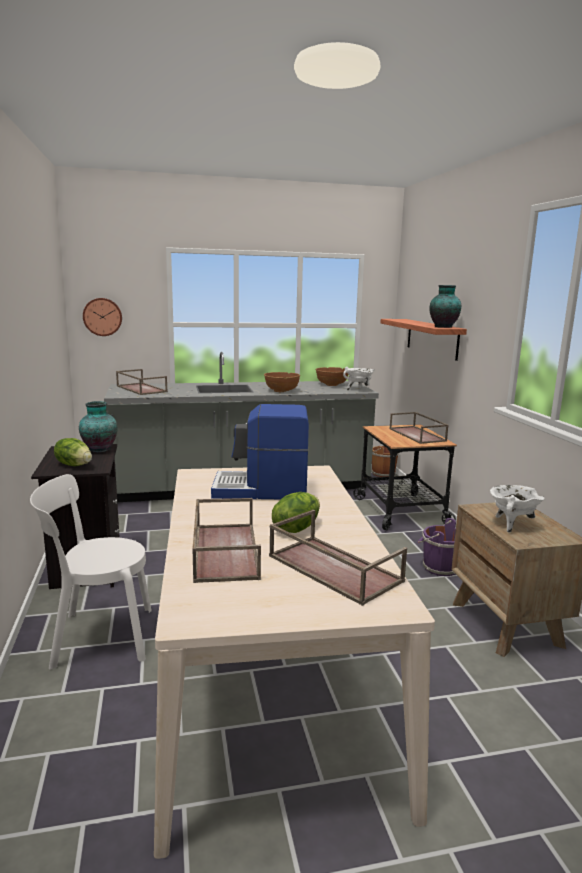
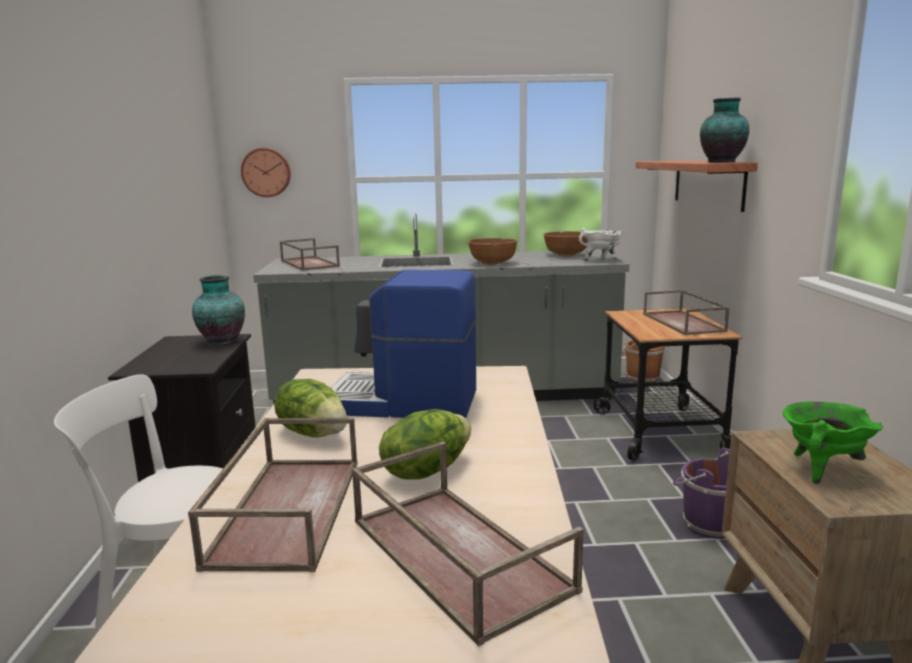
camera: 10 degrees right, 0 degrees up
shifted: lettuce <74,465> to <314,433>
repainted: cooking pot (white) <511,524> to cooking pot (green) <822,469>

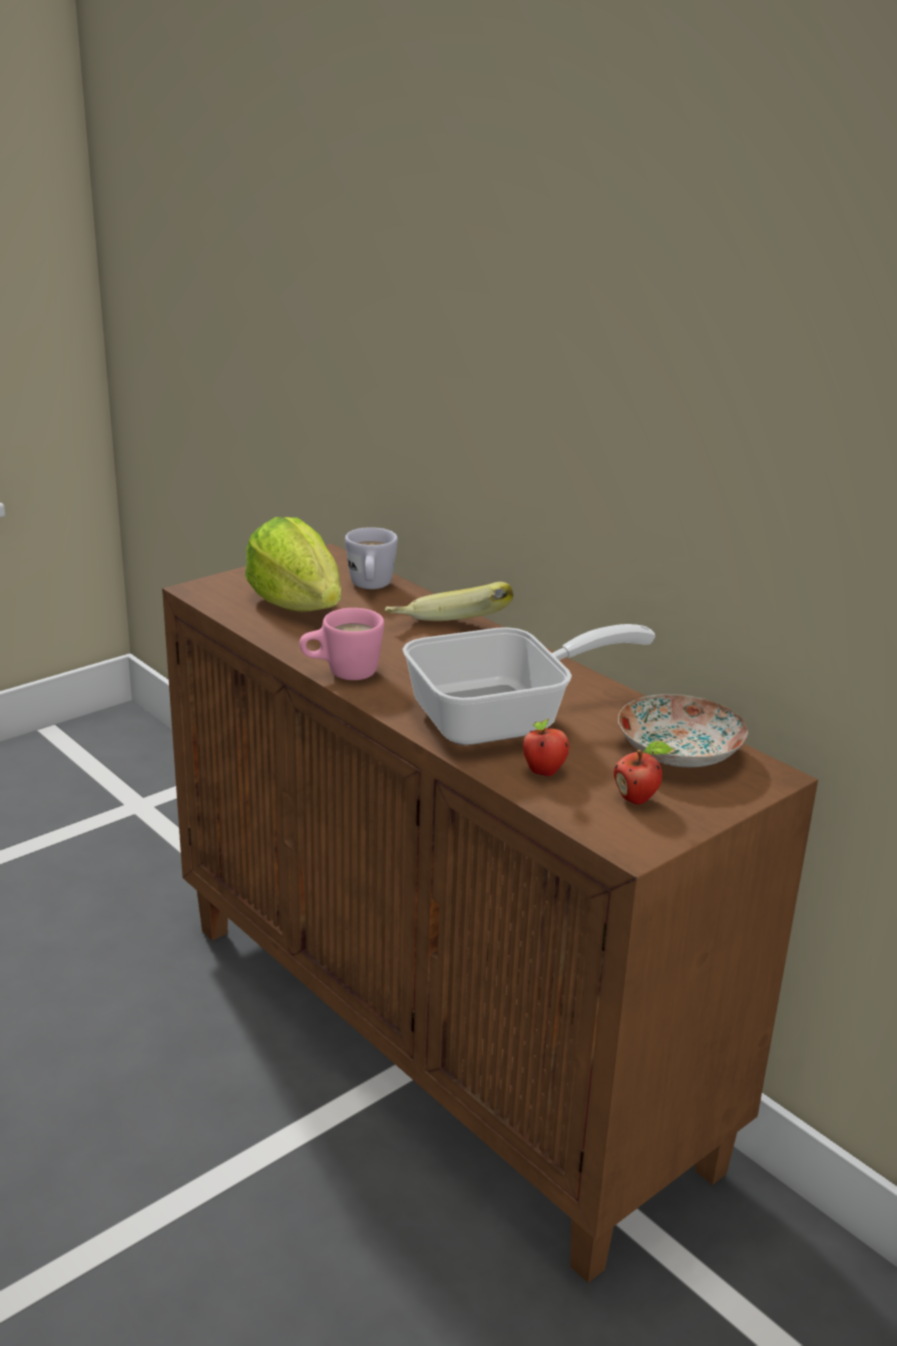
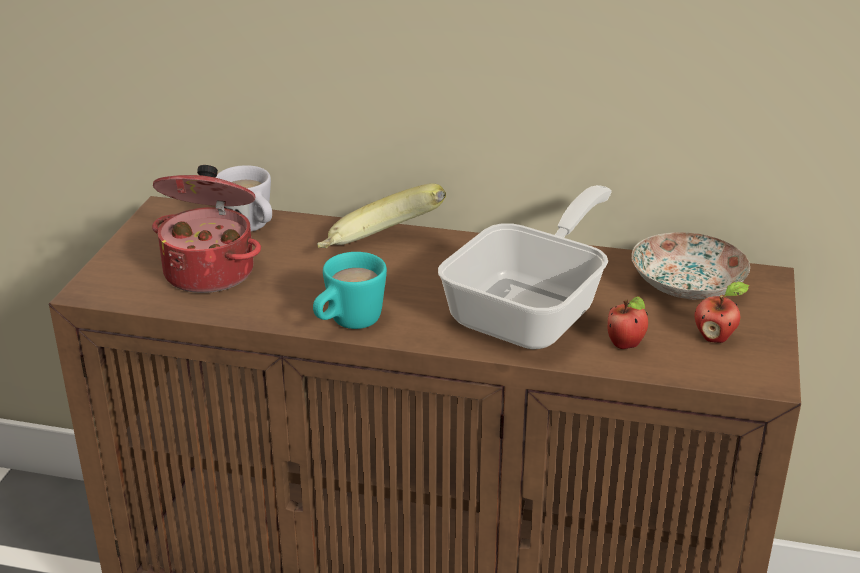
camera: 35 degrees left, 5 degrees up
swapped: lettuce <297,605> to cooking pot <211,271>
repainted: mug (pink) <342,673> to mug (turquoise) <348,324>

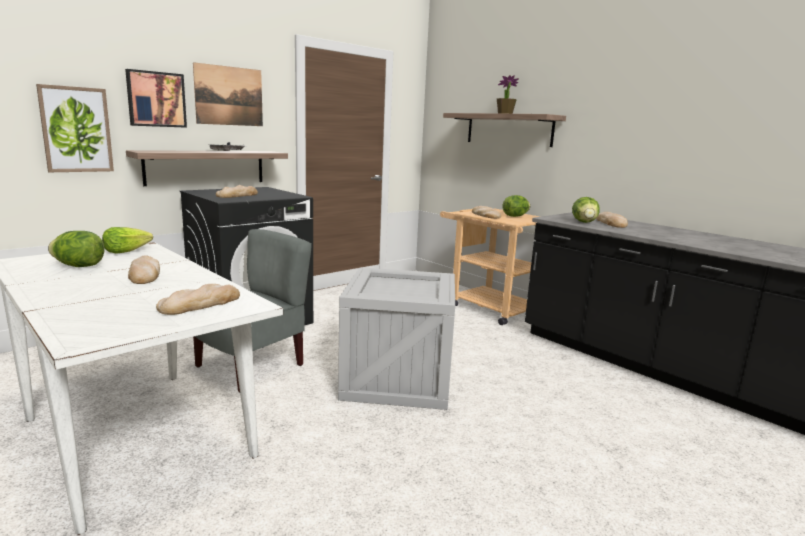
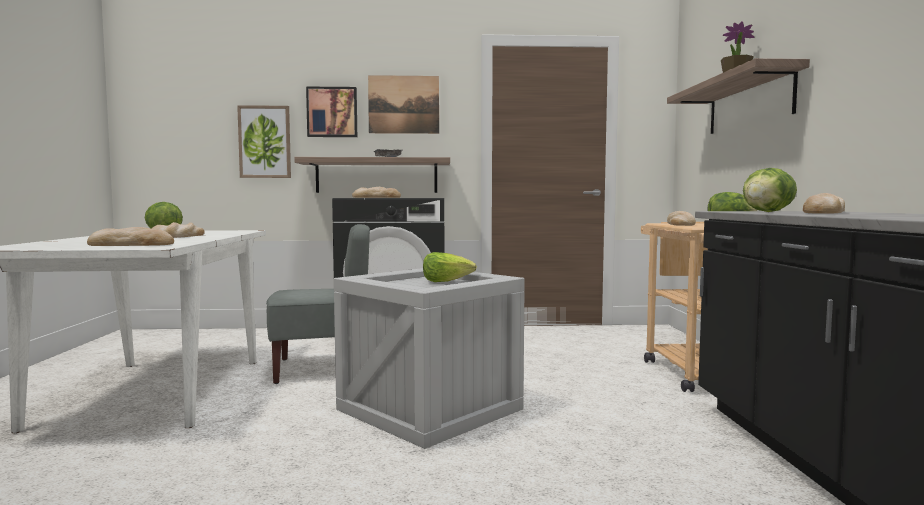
camera: 40 degrees right, 10 degrees down
shifted: lettuce <126,251> to <446,281>

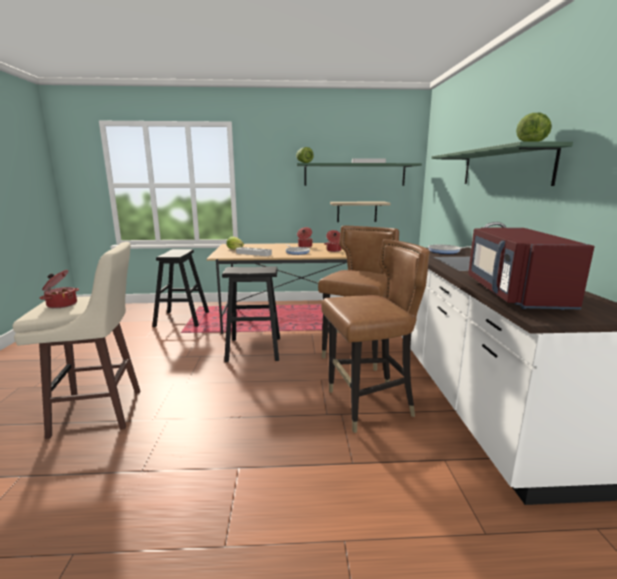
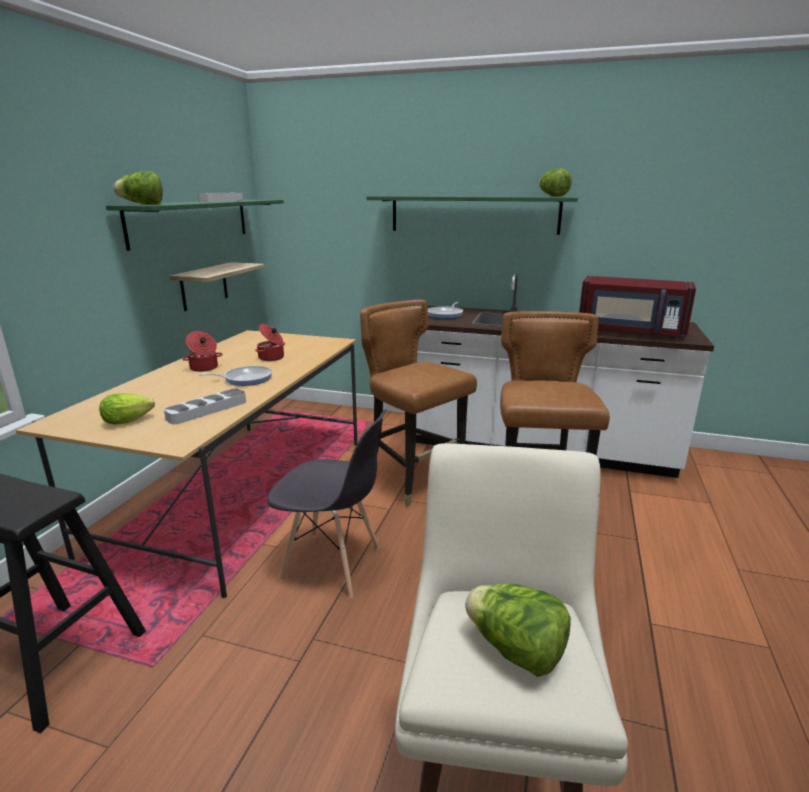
camera: 70 degrees left, 5 degrees up
swapped: stool (black) <253,349> to chair (grey) <332,564>; cooking pot <61,304> to lettuce <515,651>

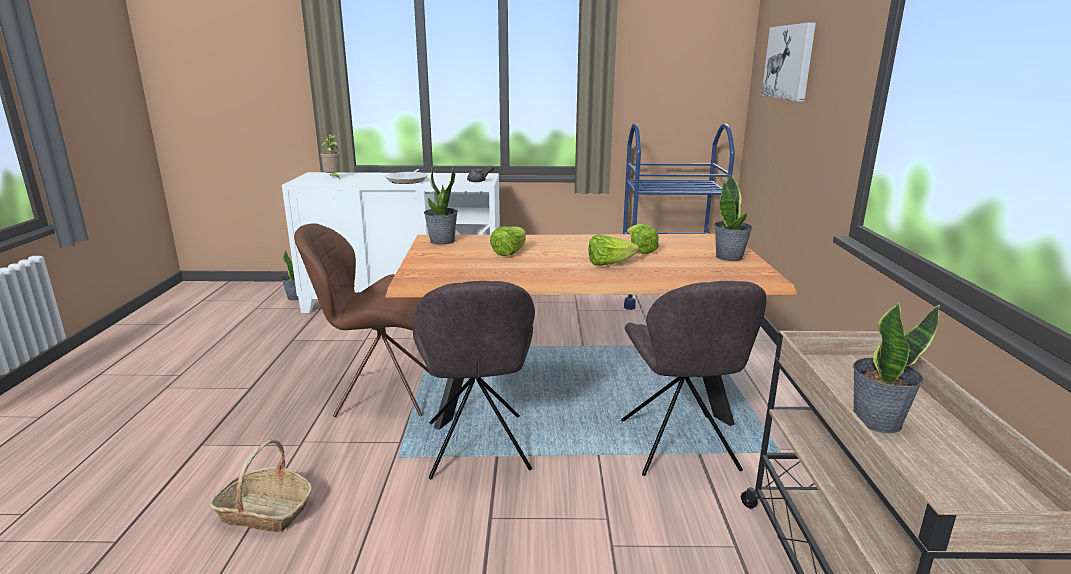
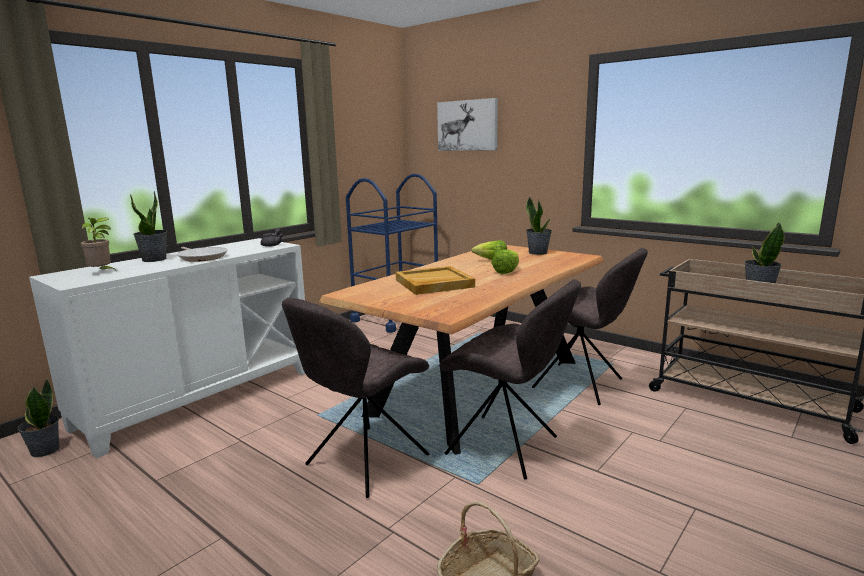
camera: 50 degrees left, 5 degrees down
shifted: potted plant <442,241> to <154,259>
swapped: lettuce <510,252> to tray (beige) <433,283>
repainted: chair (brown) <382,395> to chair (grey) <364,462>

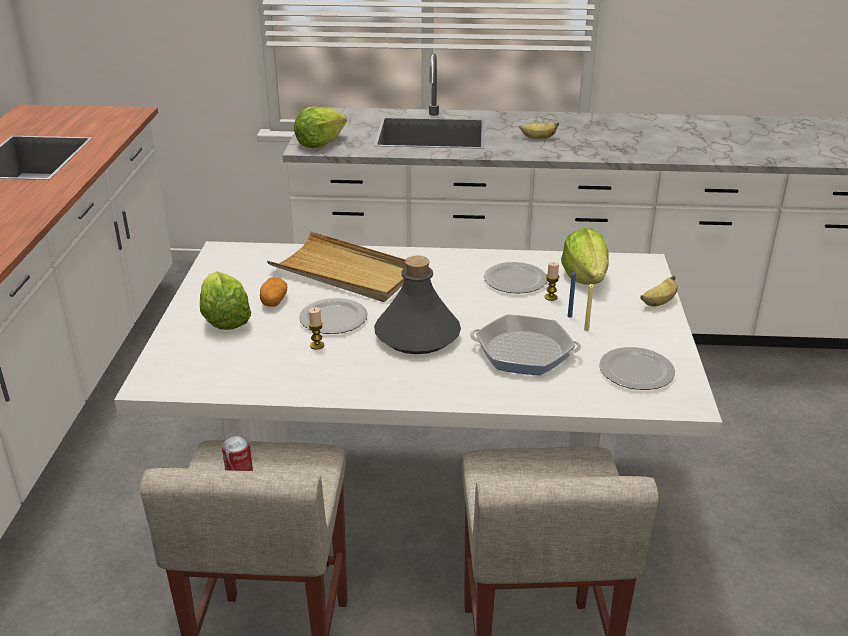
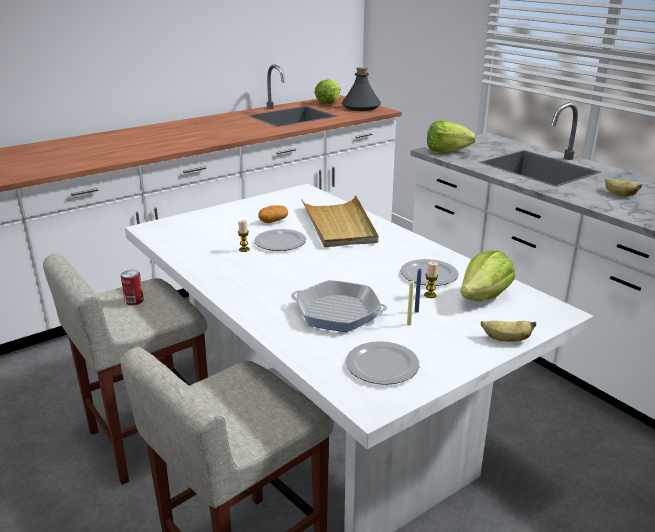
camera: 50 degrees right, 5 degrees down
shifted: bottle (grey) <417,335> to <361,107>; lettuce <224,319> to <328,102>
rotated: frying pan <524,352> = <338,312> 135 degrees clockwise

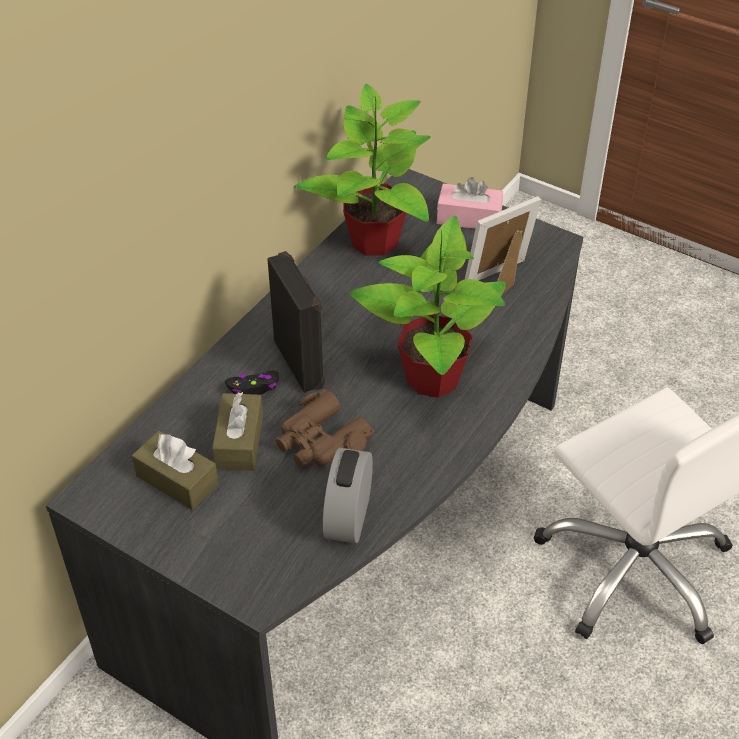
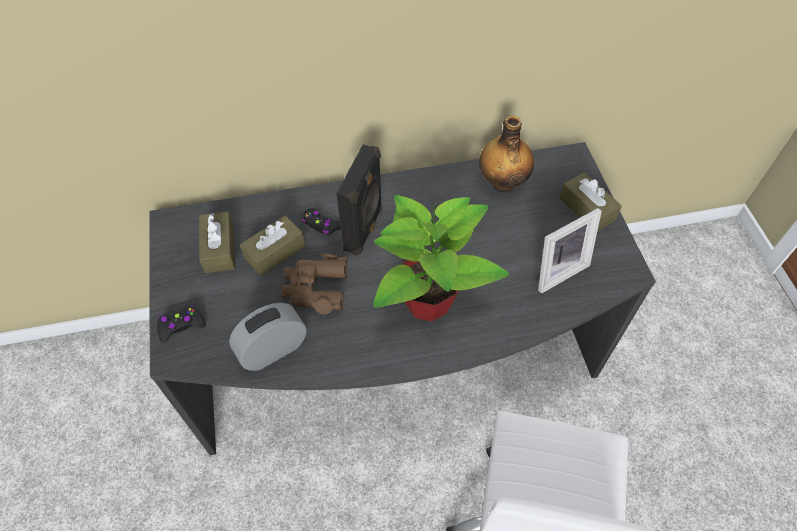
camera: 45 degrees right, 10 degrees up
new: game controller (black) <181,326>
swapped: potted plant <374,242> to bottle <502,182>
repainted: tissue box (pink) <469,217> to tissue box (brown) <587,209>
rotated: picture frame <502,279> = <556,269> 135 degrees clockwise

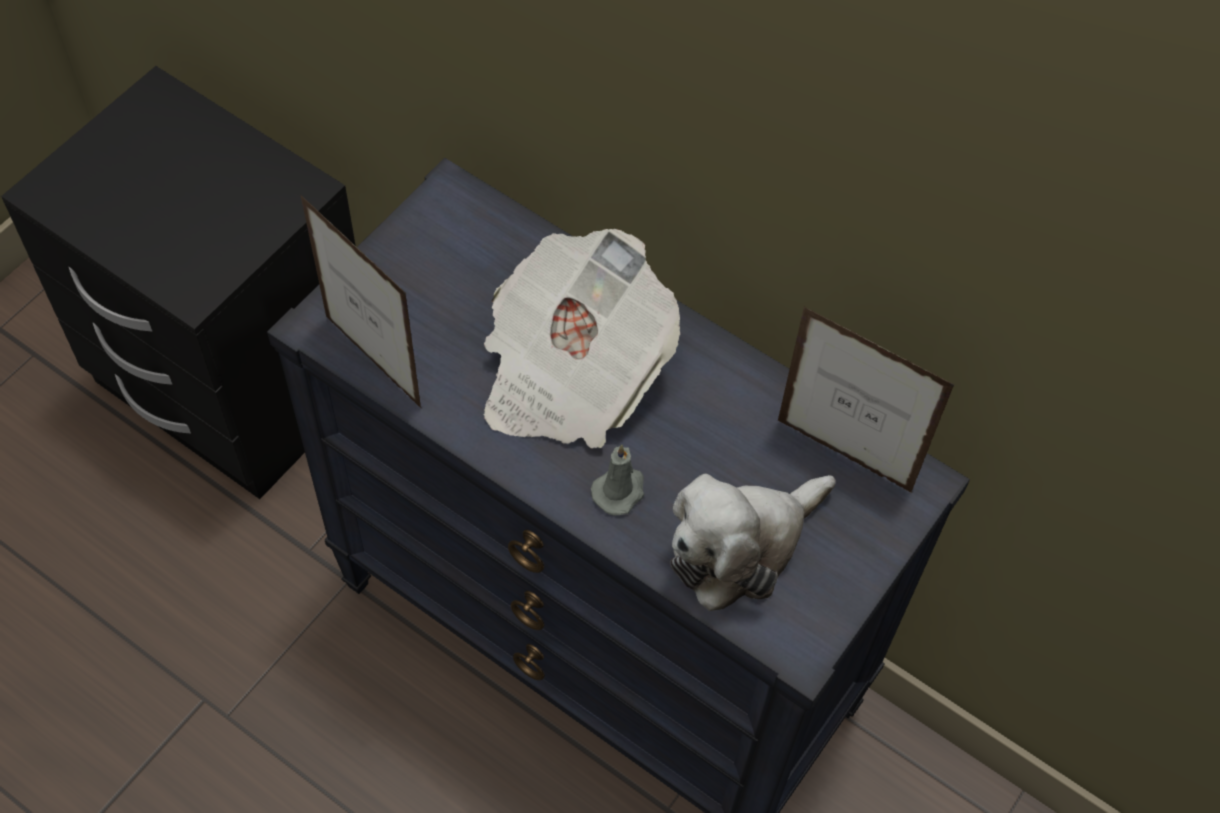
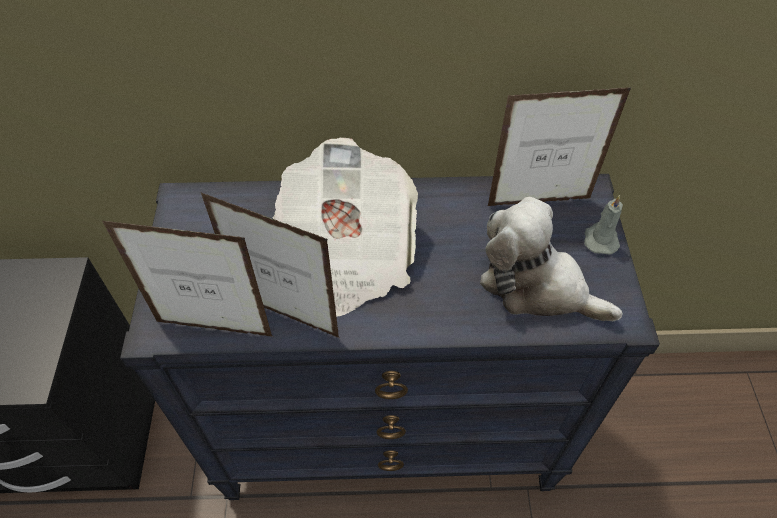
camera: 35 degrees left, 5 degrees down
new: picture frame <286,316>
shifted: candle (grey) <620,490> to <600,239>
rotated: plush toy <741,546> = <536,286> 105 degrees clockwise

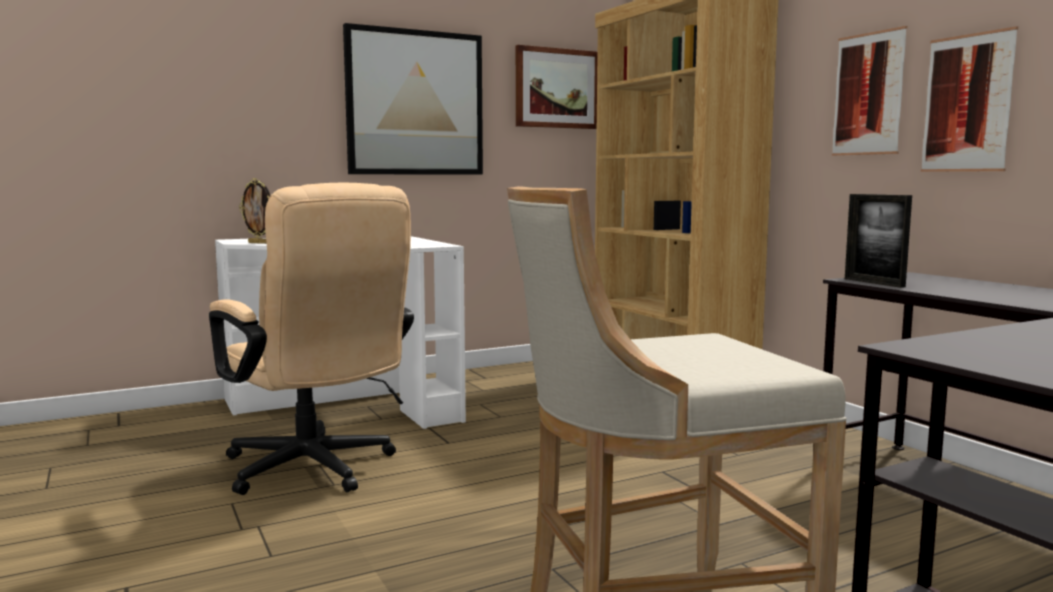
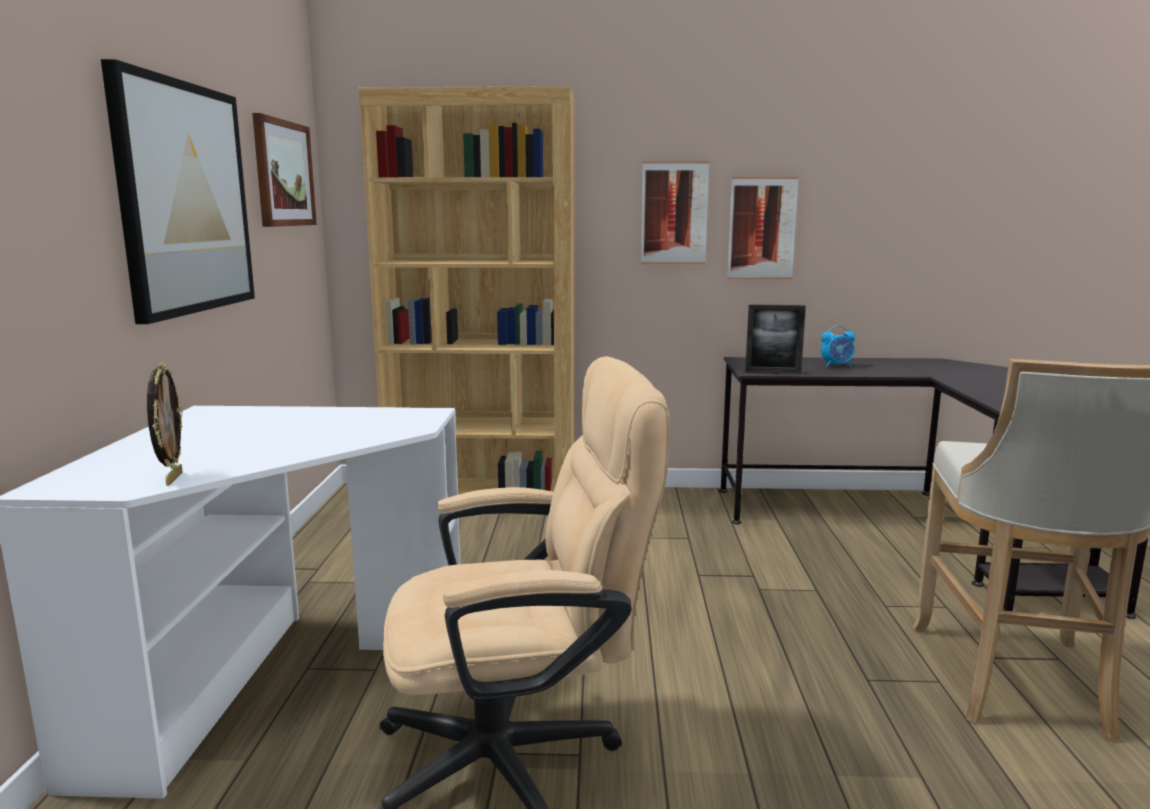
camera: 60 degrees left, 5 degrees up
new: alarm clock <837,366>
rotated: picture frame <259,243> = <172,478> 60 degrees counterclockwise

